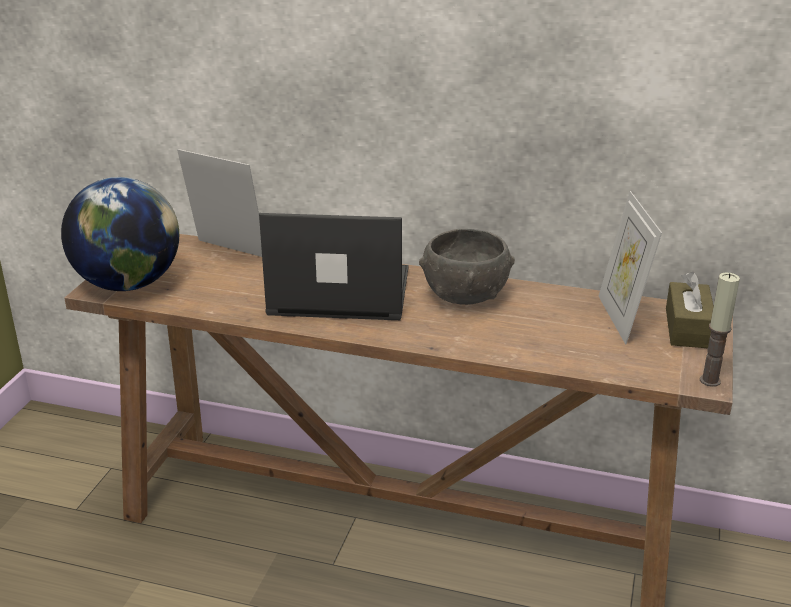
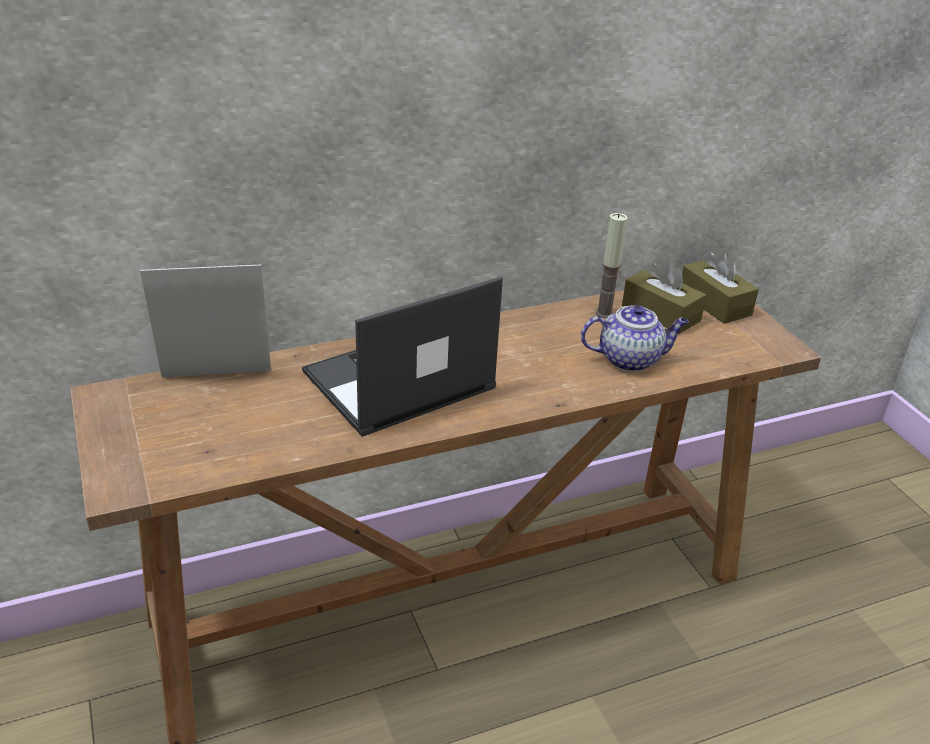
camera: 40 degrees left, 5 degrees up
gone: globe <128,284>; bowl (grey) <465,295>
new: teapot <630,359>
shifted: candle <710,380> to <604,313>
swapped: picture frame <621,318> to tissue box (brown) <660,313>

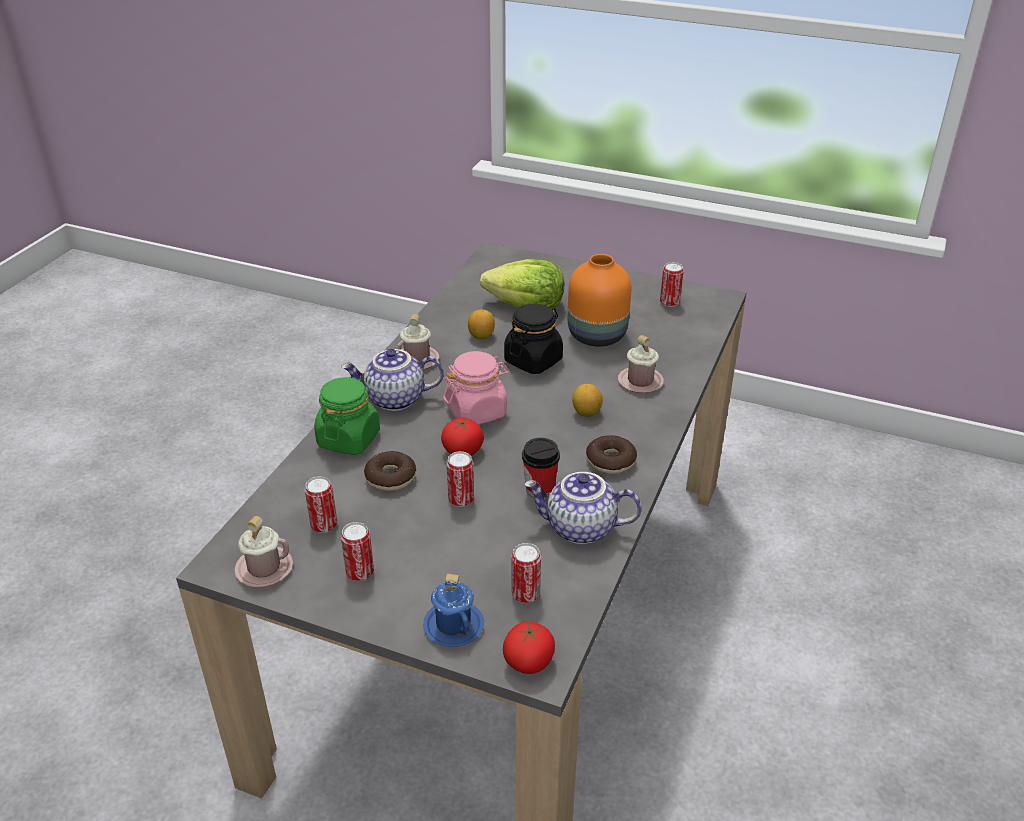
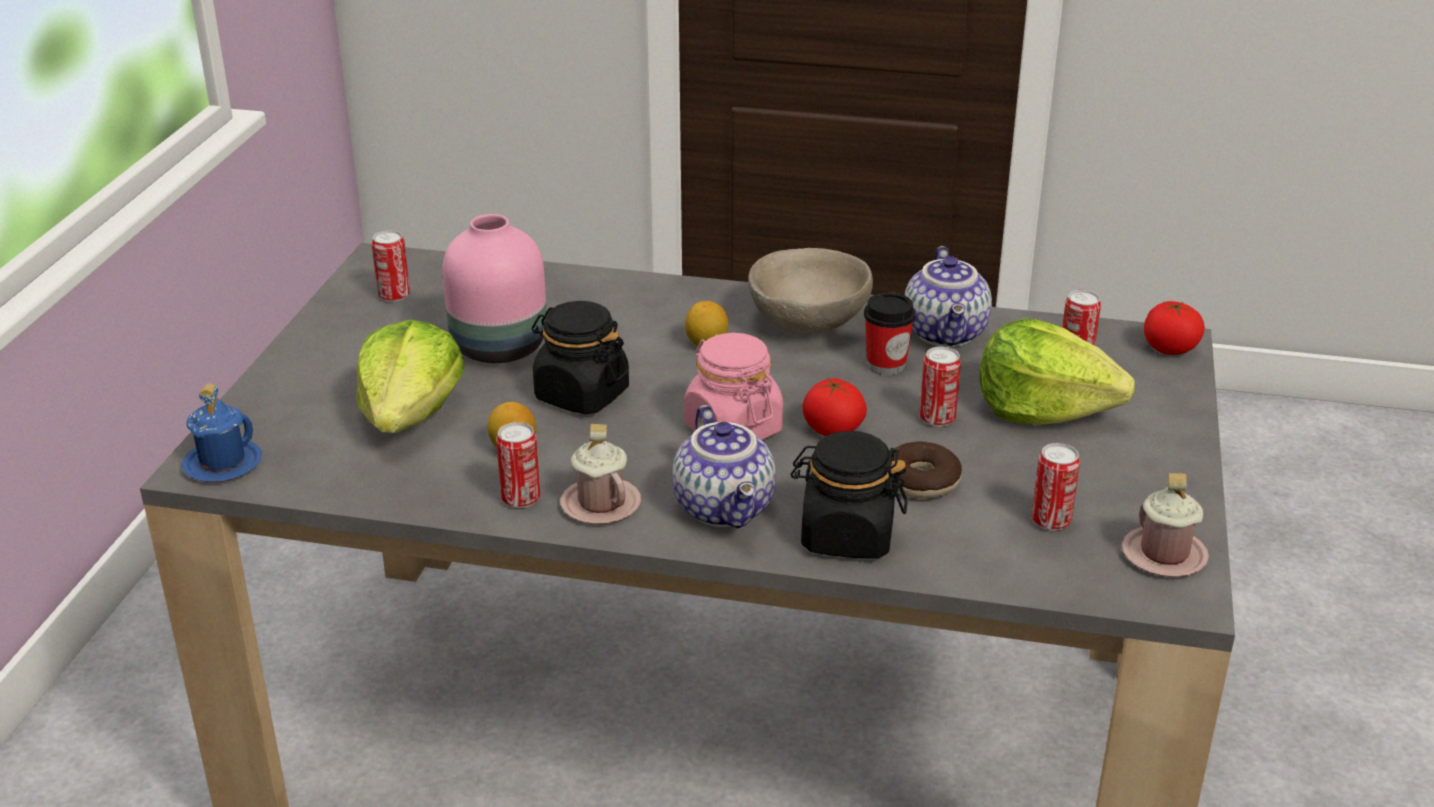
camera: 100 degrees left, 5 degrees down
gone: mug (pink) <640,381>
new: lettuce <1043,409>
shifted: can <360,572> to <521,499>; mug (blue) <453,626> to <222,464>
swapped: donut <610,461> to bowl (beige) <808,322>
repainted: vase (orange) <595,335> to vase (pink) <499,349>; jar (green) <349,439> to jar (black) <846,536>

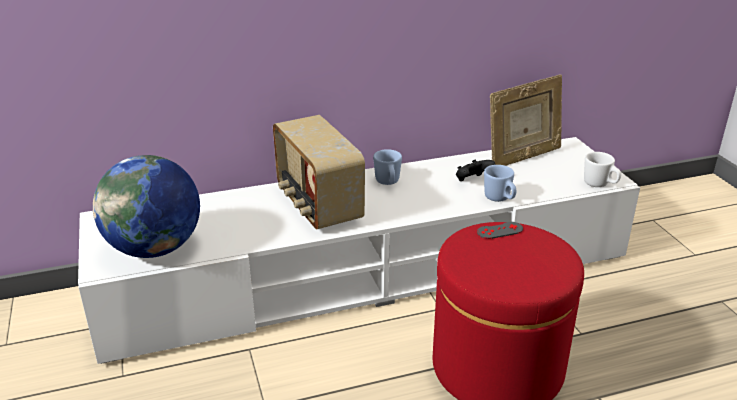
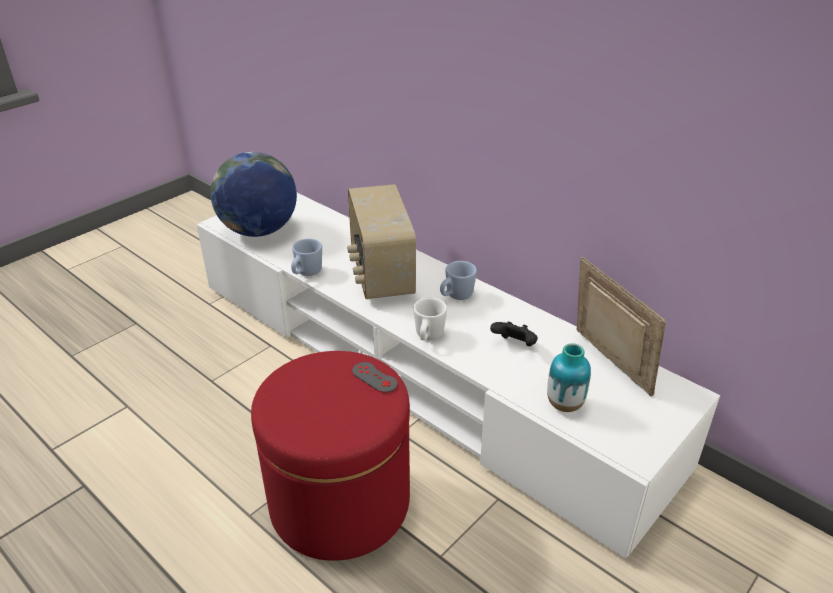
camera: 60 degrees right, 5 degrees up
new: vase <564,404>
shifted: mug (white) <600,185> to <428,337>; mug (blue) <500,199> to <306,273>
rotated: picture frame <523,157> = <608,366> 150 degrees counterclockwise; radio <317,205> = <380,274> 45 degrees counterclockwise

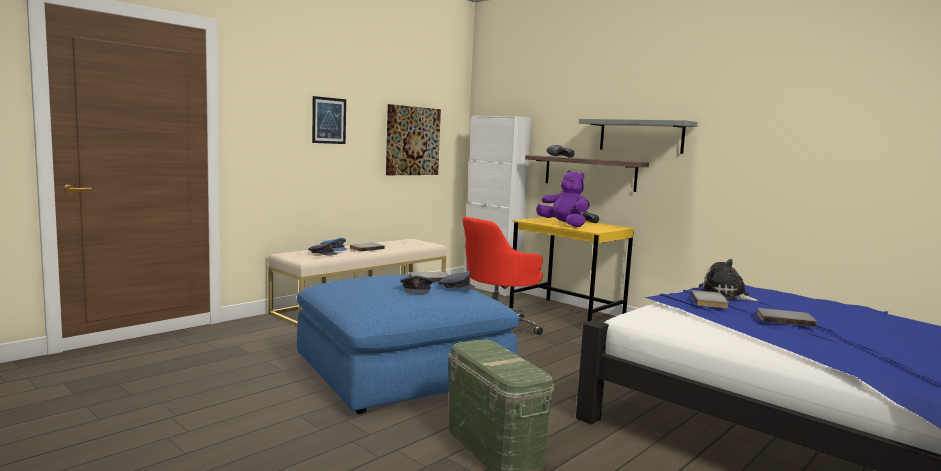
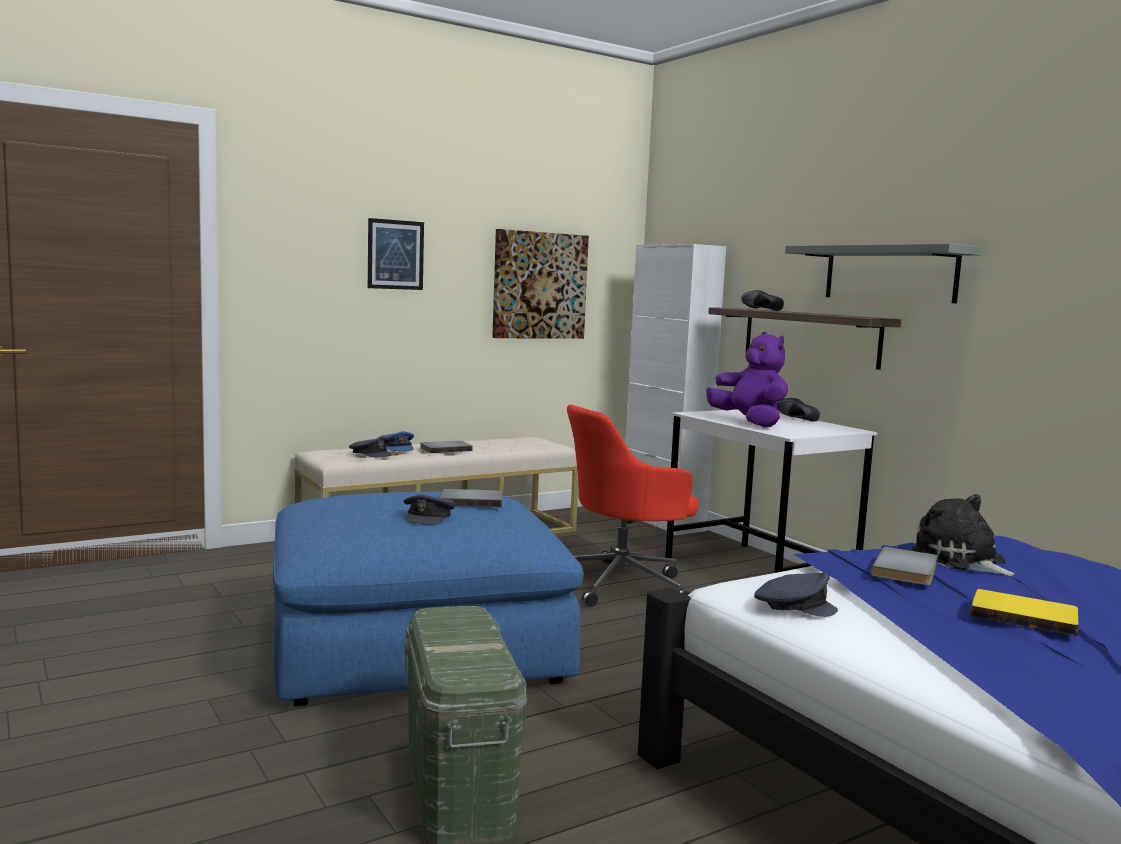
camera: 15 degrees right, 0 degrees up
shifted: cap (grey) <455,287> to <793,606>
repainted: desk (yellow) <567,315> to desk (white) <759,573>; book (grey) <784,319> to book (yellow) <1023,615>

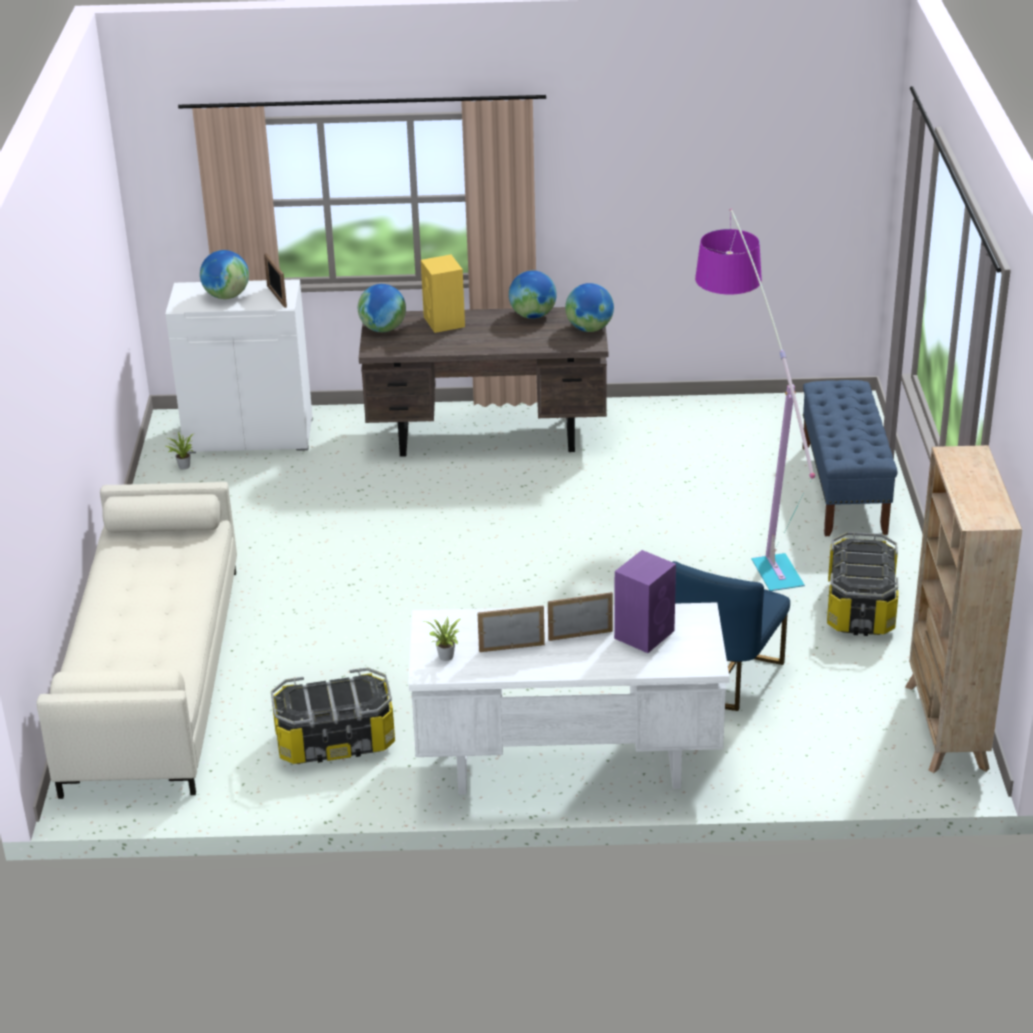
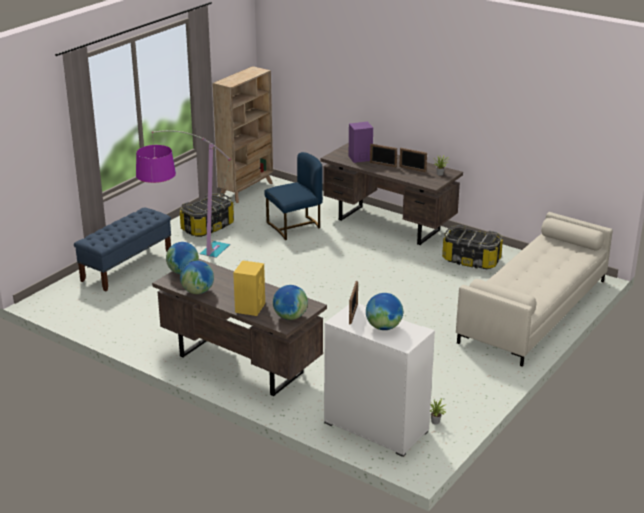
camera: 145 degrees left, 5 degrees down
repainted: desk (white) <566,763> to desk (brown) <389,225>

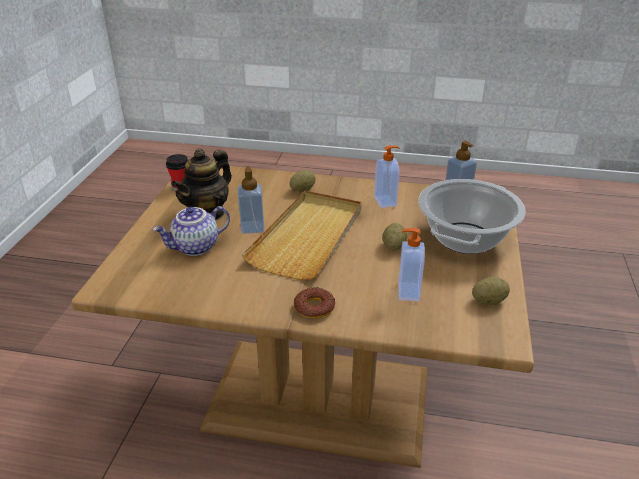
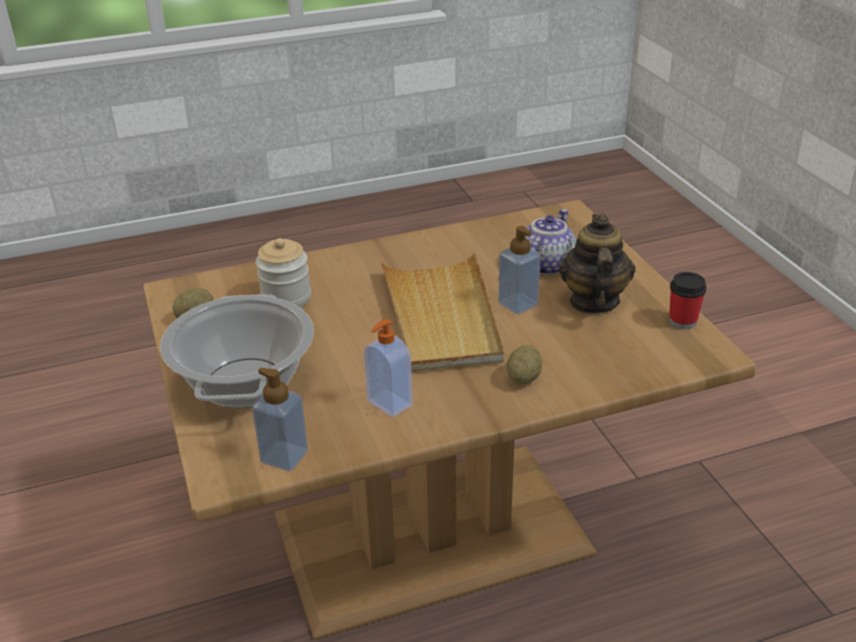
camera: 150 degrees right, 0 degrees up
gone: potato <393,246>; donut <314,307>
swapped: soap dispenser <407,292> to jar <286,298>

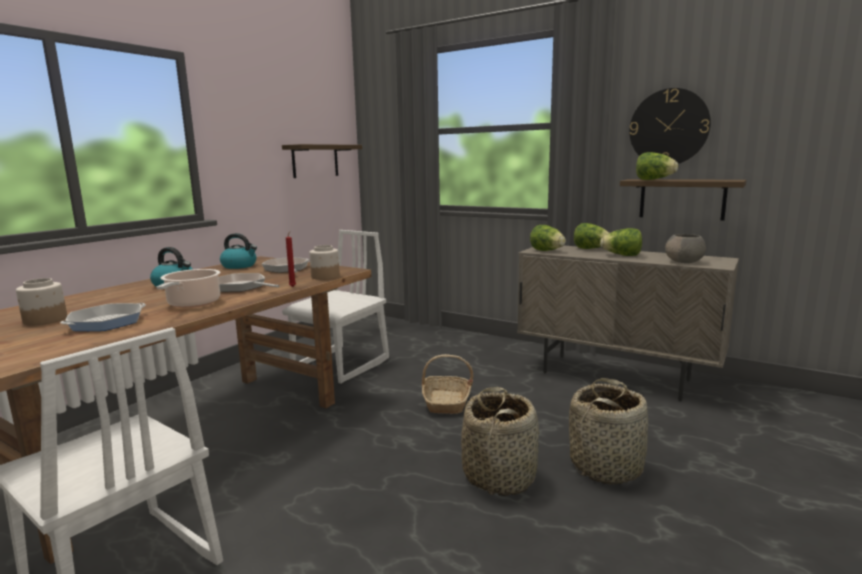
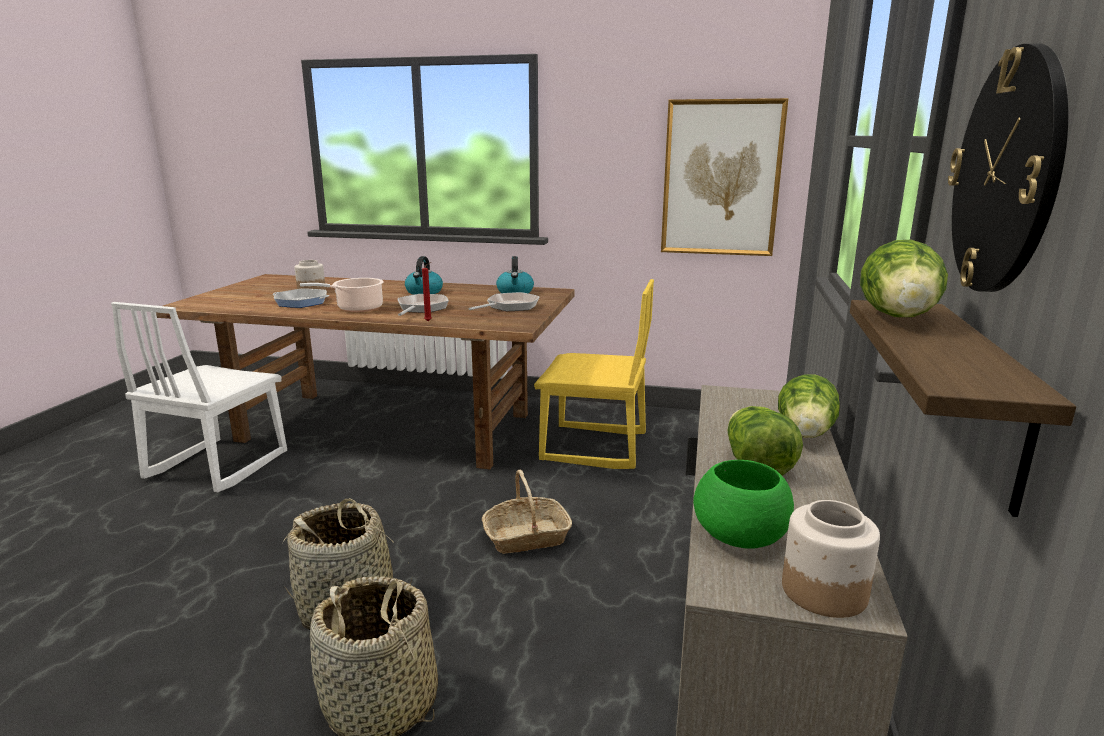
camera: 70 degrees right, 5 degrees up
gone: lettuce <547,251>
shifted: jar <325,276> to <822,591>
swapped: shelf <315,161> to picture <721,178>
repainted: chair (white) <341,365> to chair (yellow) <594,447>; bowl (grey) <684,262> to bowl (green) <740,537>

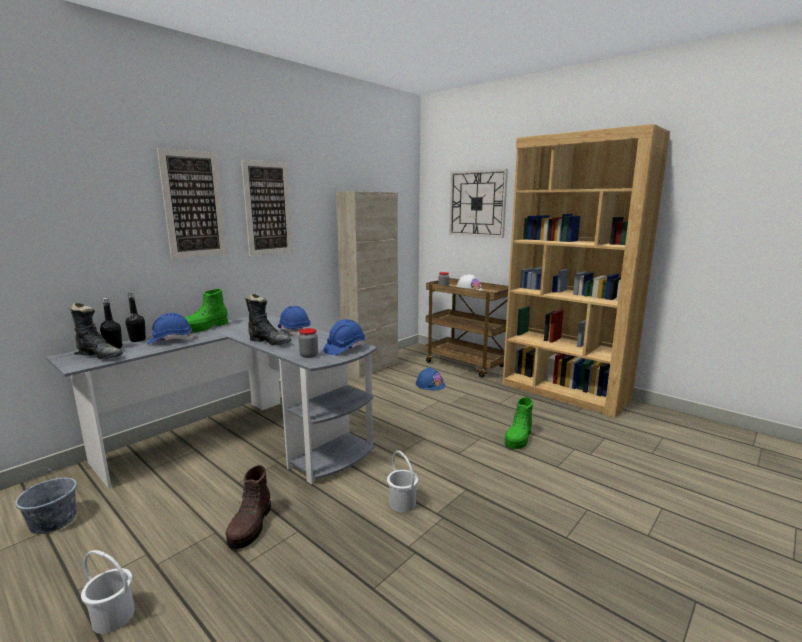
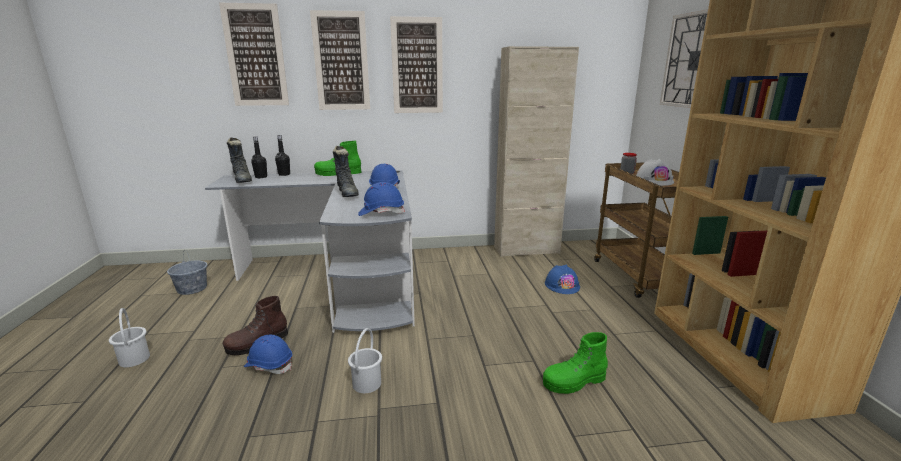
camera: 40 degrees right, 5 degrees up
gone: jar <309,355>
new: picture <255,56>
shifted: hard hat (blue) <170,340> to <269,365>

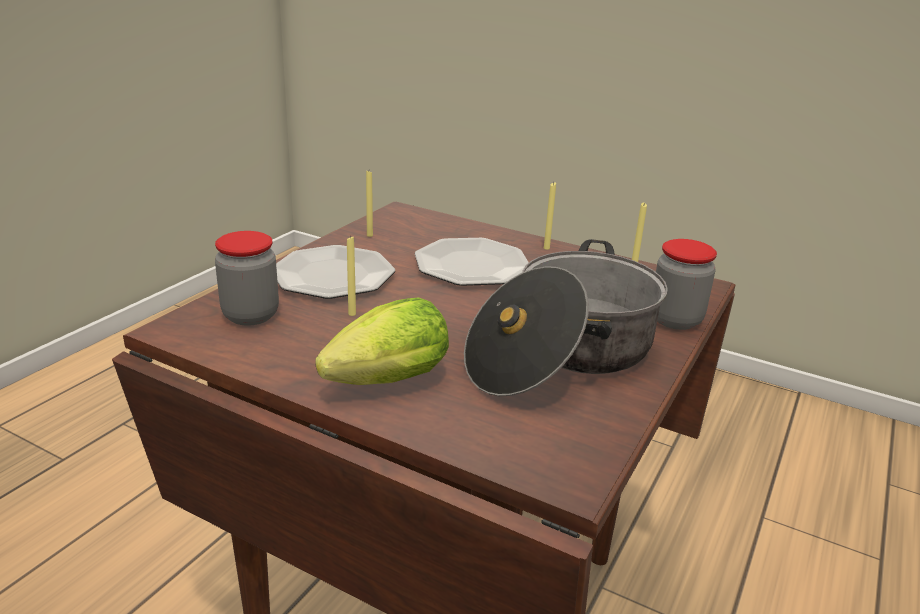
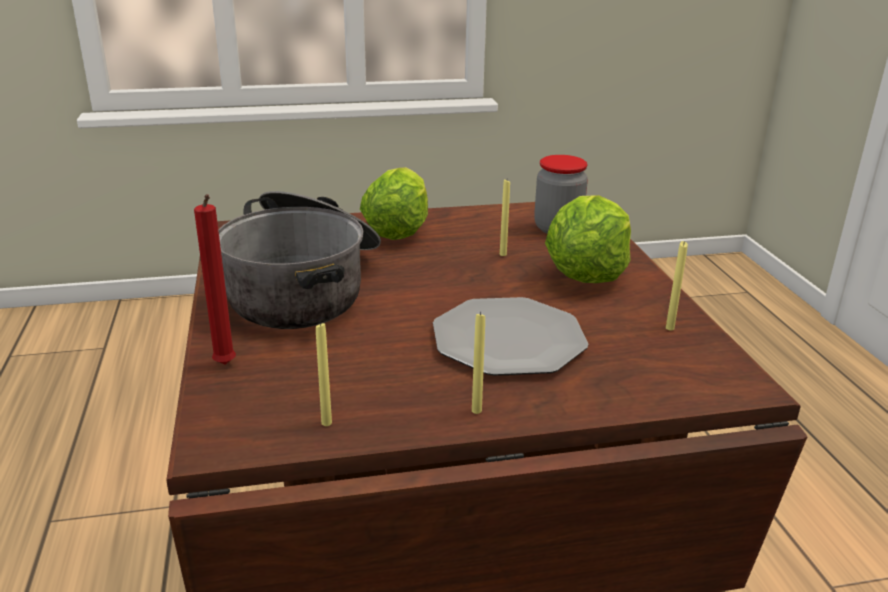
camera: 140 degrees right, 0 degrees up
swapped: jar <675,320> to candle (red) <225,366>; plate <333,275> to lettuce <586,274>

